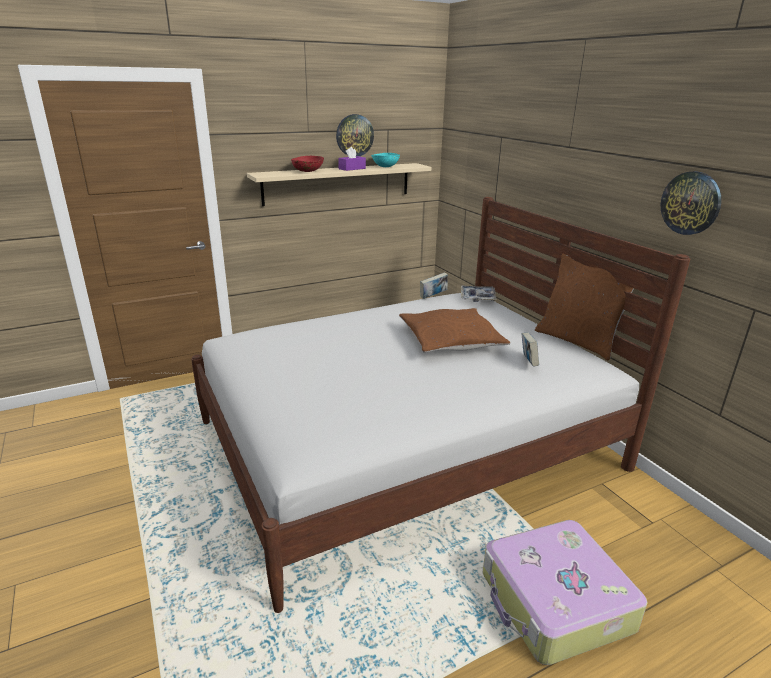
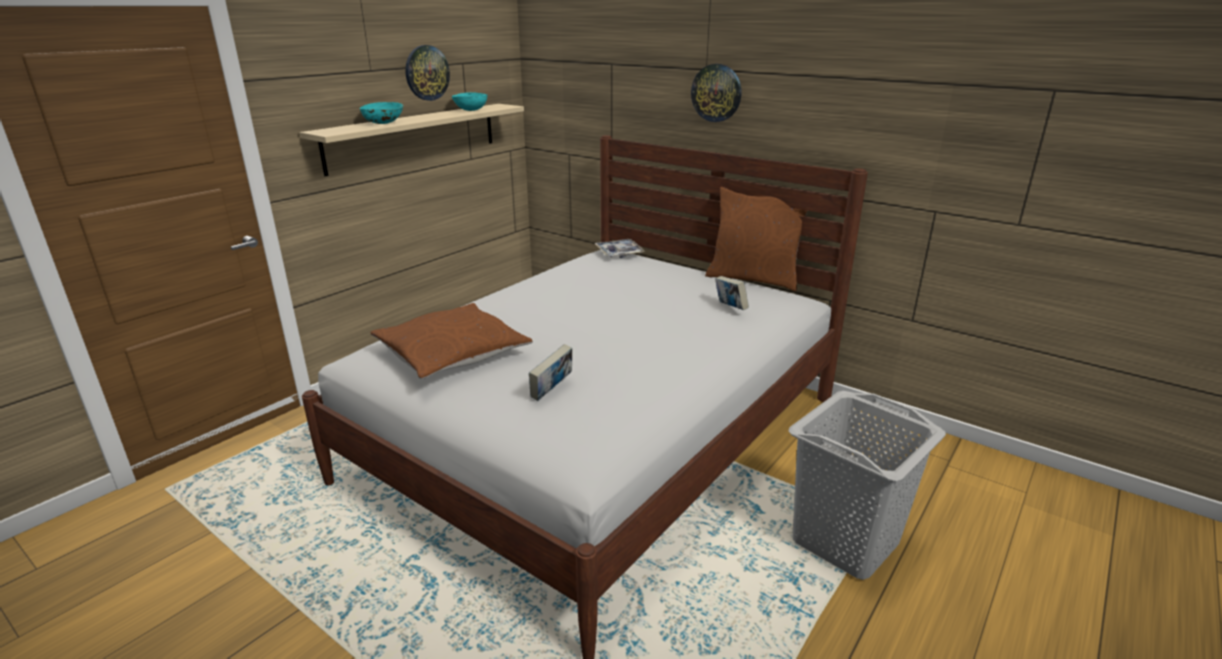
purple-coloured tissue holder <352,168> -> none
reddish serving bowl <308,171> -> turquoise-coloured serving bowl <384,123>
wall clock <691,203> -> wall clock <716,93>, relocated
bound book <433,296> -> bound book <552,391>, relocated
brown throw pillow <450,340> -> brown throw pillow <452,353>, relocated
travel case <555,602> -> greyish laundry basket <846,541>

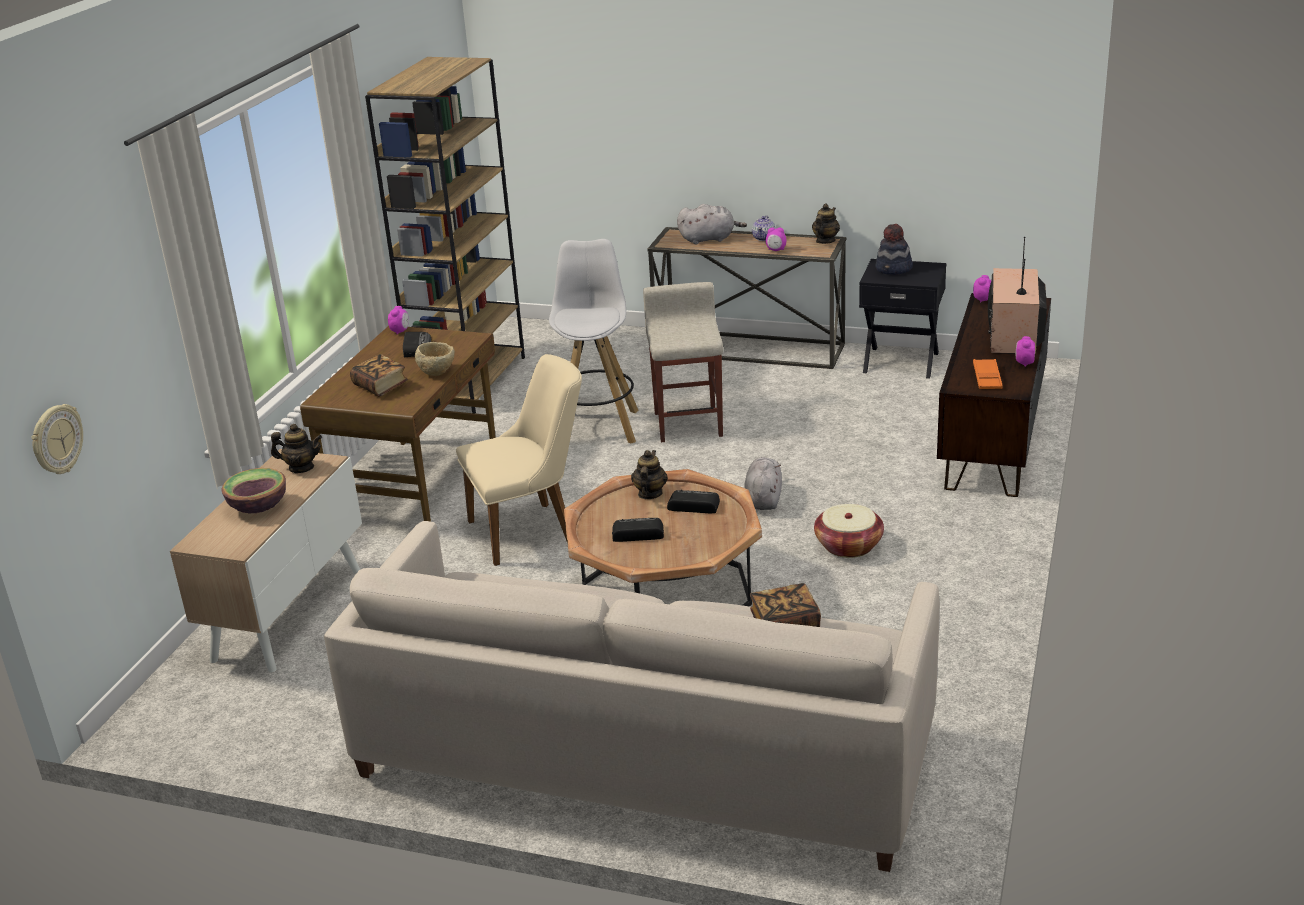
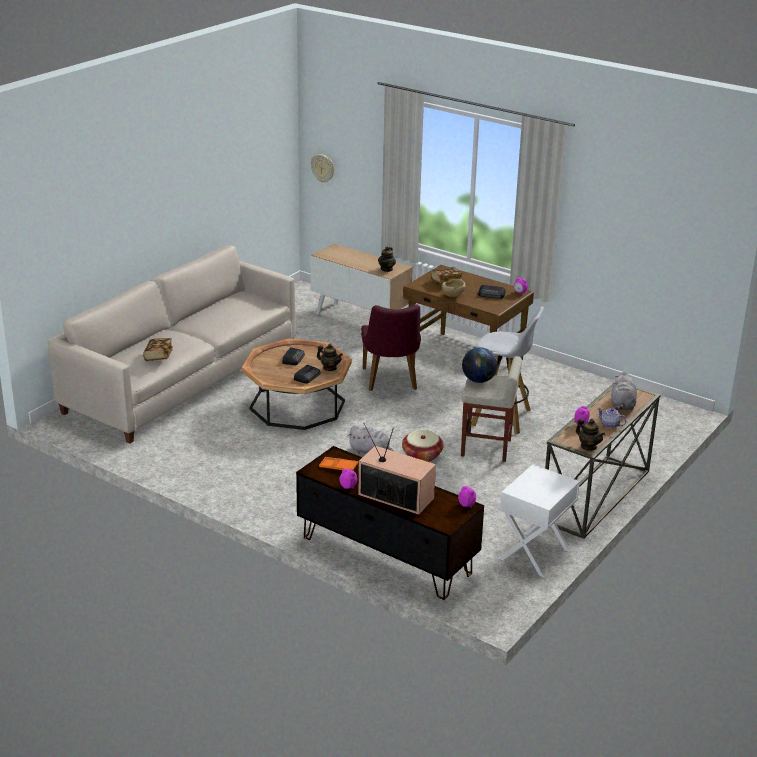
brown bookshelf <470,381> -> none
hat <894,269> -> none
black bedside table <901,362> -> whitish bedside table <535,554>
beige-coloured plain chair <531,530> -> purple-coloured plain chair <391,381>
serving bowl <258,507> -> none
storage basket <848,546> -> storage basket <422,455>, relocated
none -> world globe <478,380>

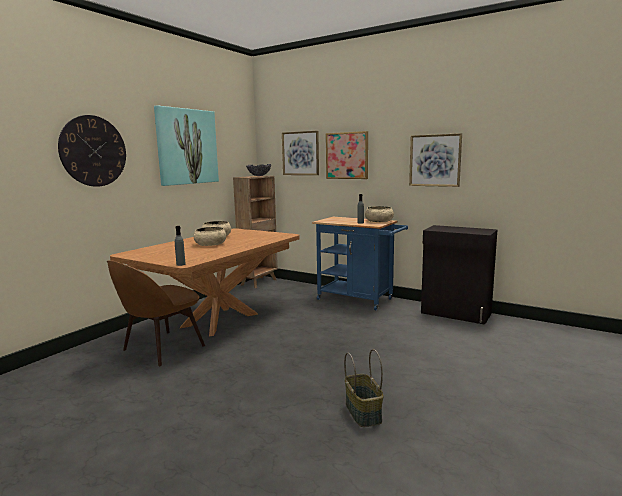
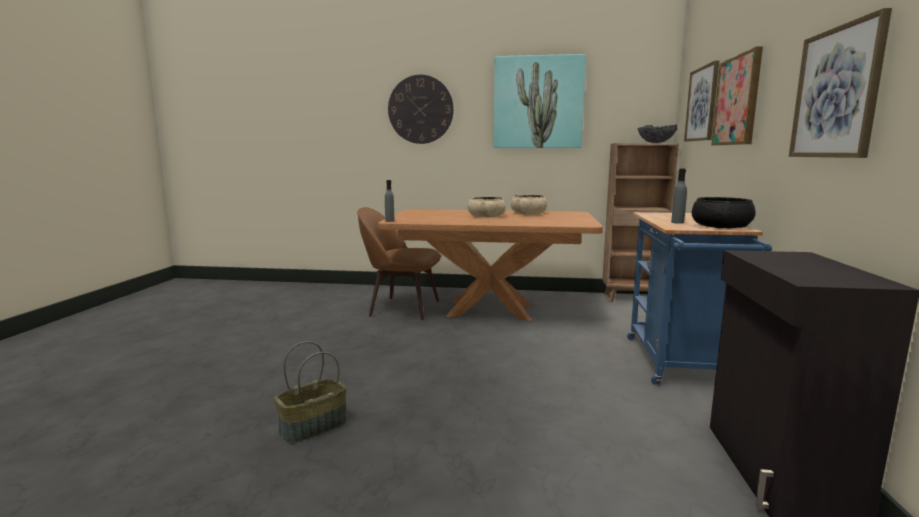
beige-coloured serving bowl <379,221> -> black serving bowl <721,226>

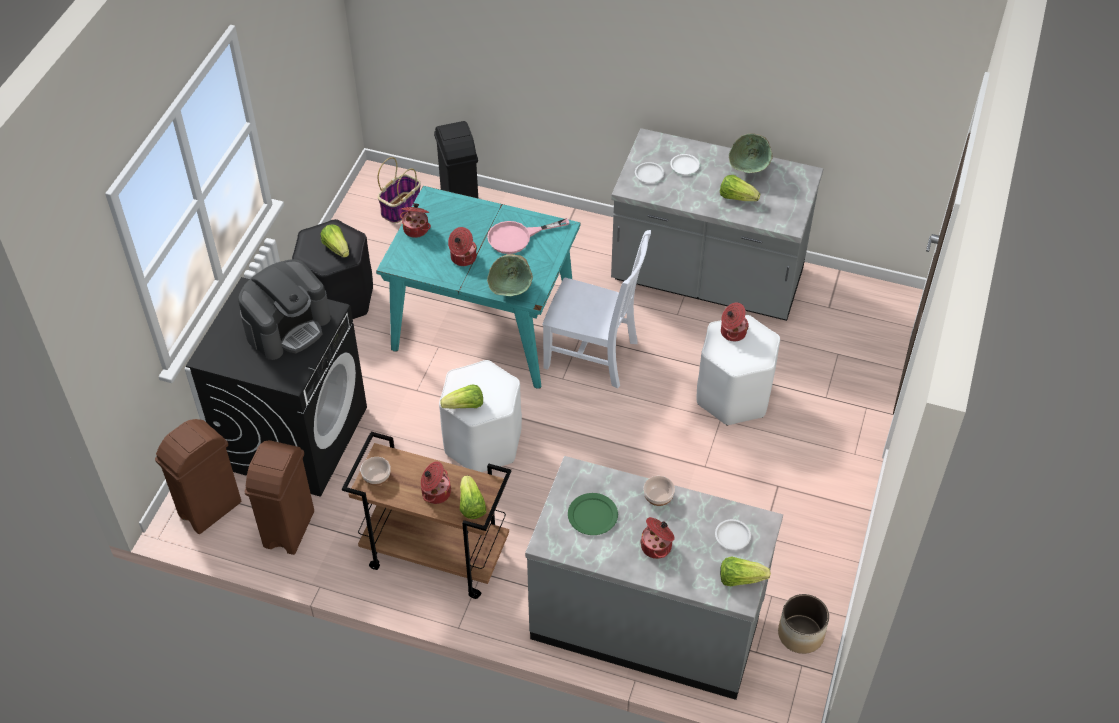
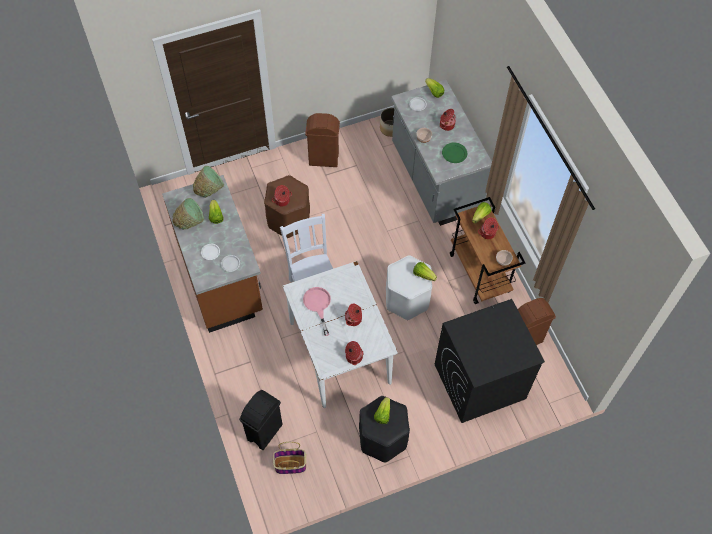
greyish kitchen base unit <707,279> -> brown kitchen base unit <221,276>
turquoise-coloured kitchen table <485,328> -> whitish kitchen table <339,351>
pinkish pan <517,237> -> pinkish pan <318,305>, 135 degrees counterclockwise
green-coloured serving bowl <512,291> -> green-coloured serving bowl <210,190>, relocated
coffee maker <288,326> -> none
whitish stool <733,395> -> brown stool <288,220>
brown waste bin <211,509> -> brown waste bin <323,159>, relocated

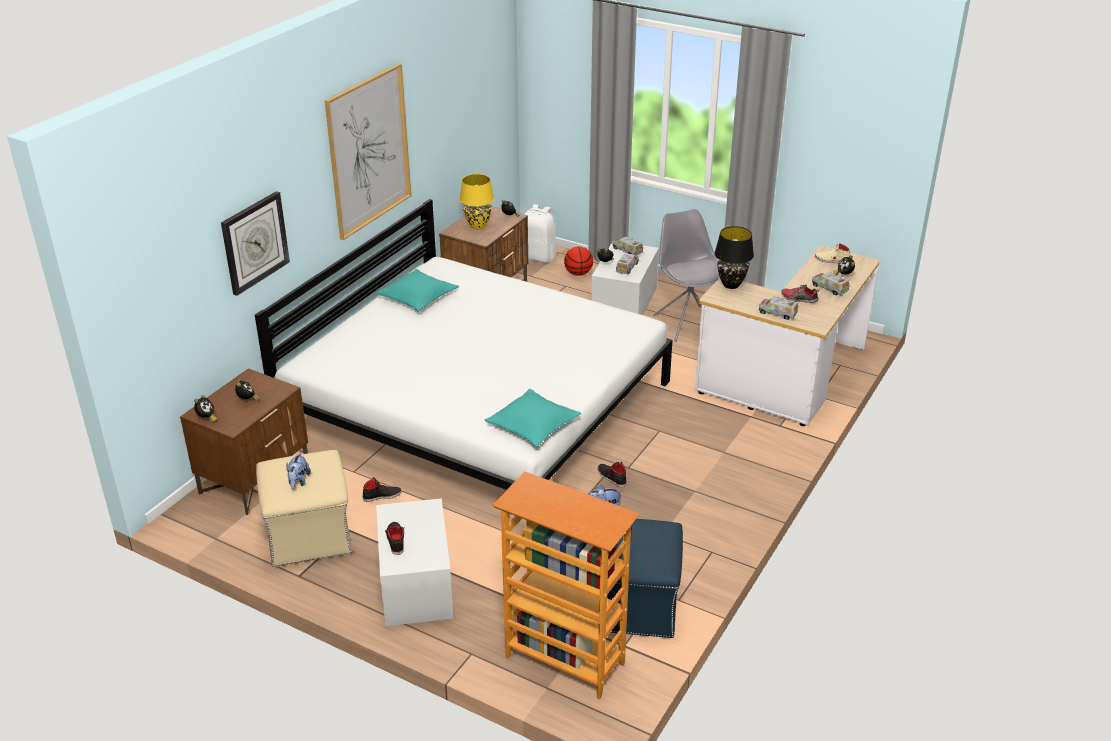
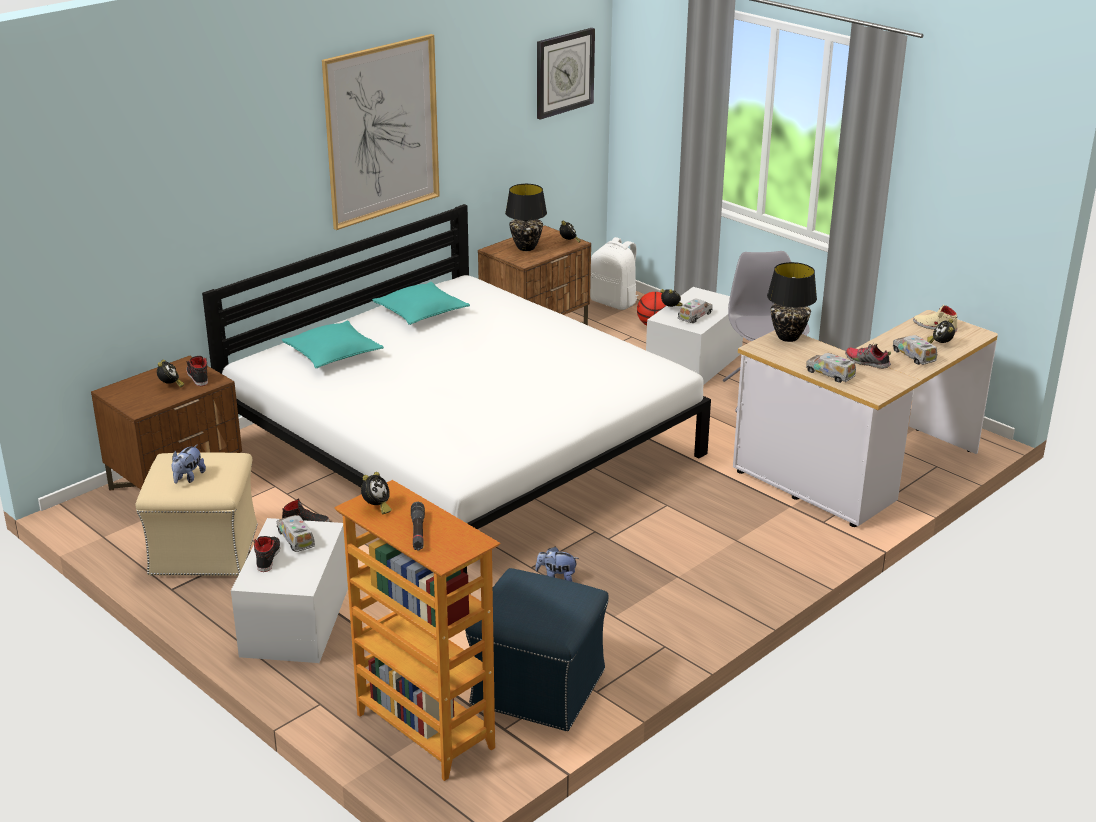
yellow lamp for a table <478,227> -> black lamp for a table <526,248>
wall clock <254,242> -> wall clock <564,72>, relocated
toy lorry <627,250> -> toy lorry <296,539>, relocated
turquoise-coloured throw pillow <533,425> -> turquoise-coloured throw pillow <333,354>, relocated
table clock <206,418> -> table clock <376,507>, relocated
black shoe <611,477> -> black shoe <197,376>, relocated
none -> black torch <418,532>

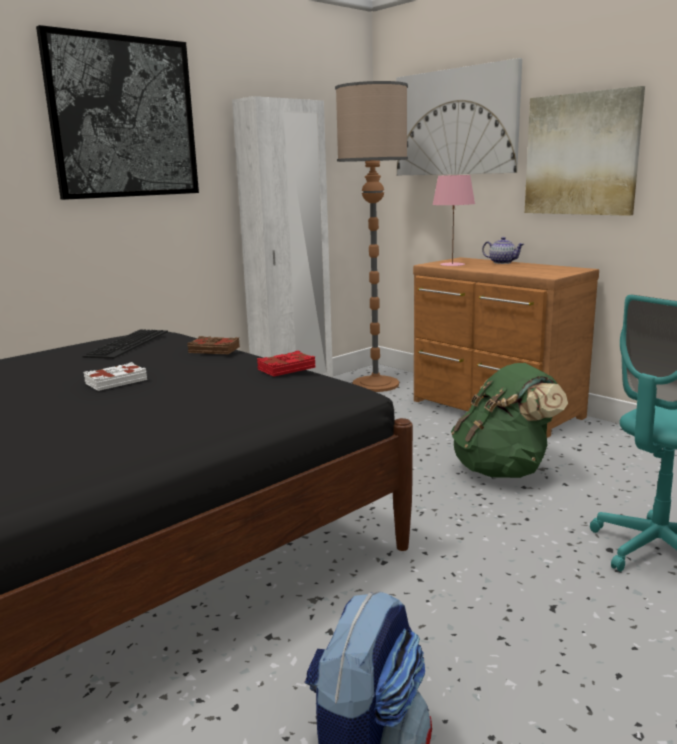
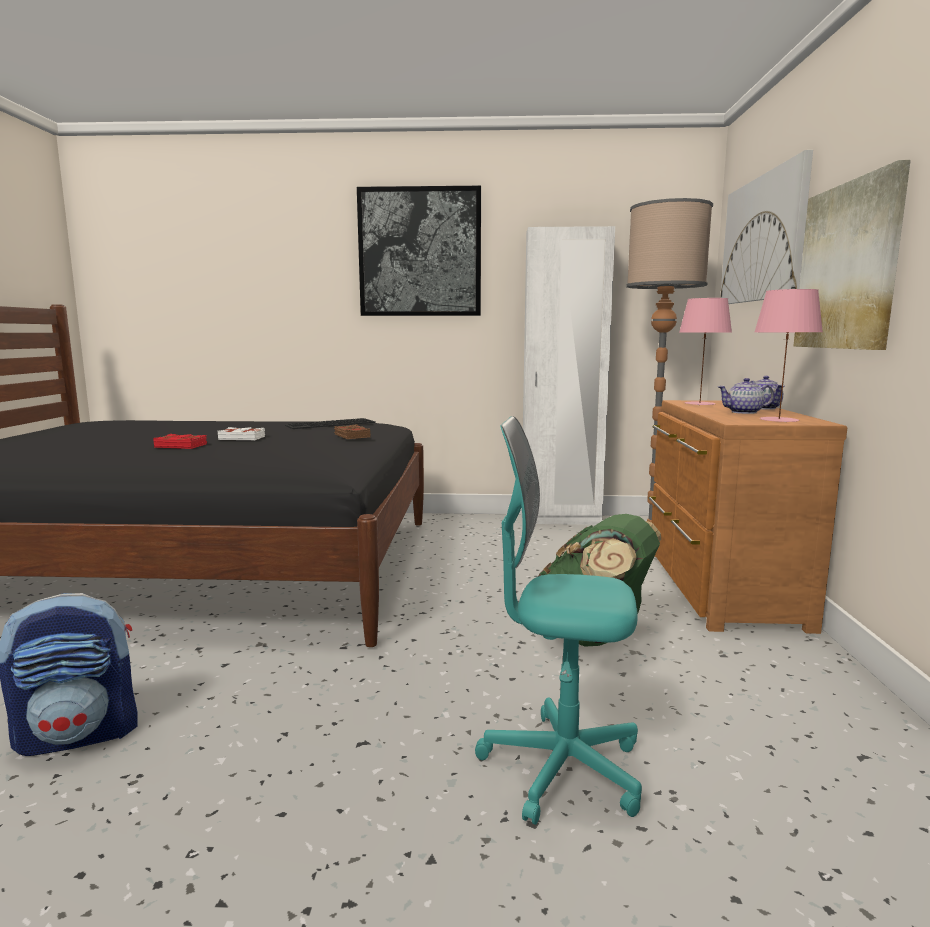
reddish bound book <286,368> -> reddish bound book <181,446>, relocated
none -> pinkish lamp for a table <778,419>
none -> teapot <744,412>

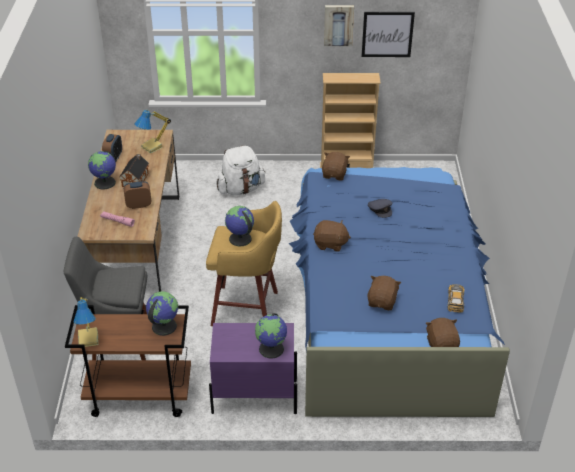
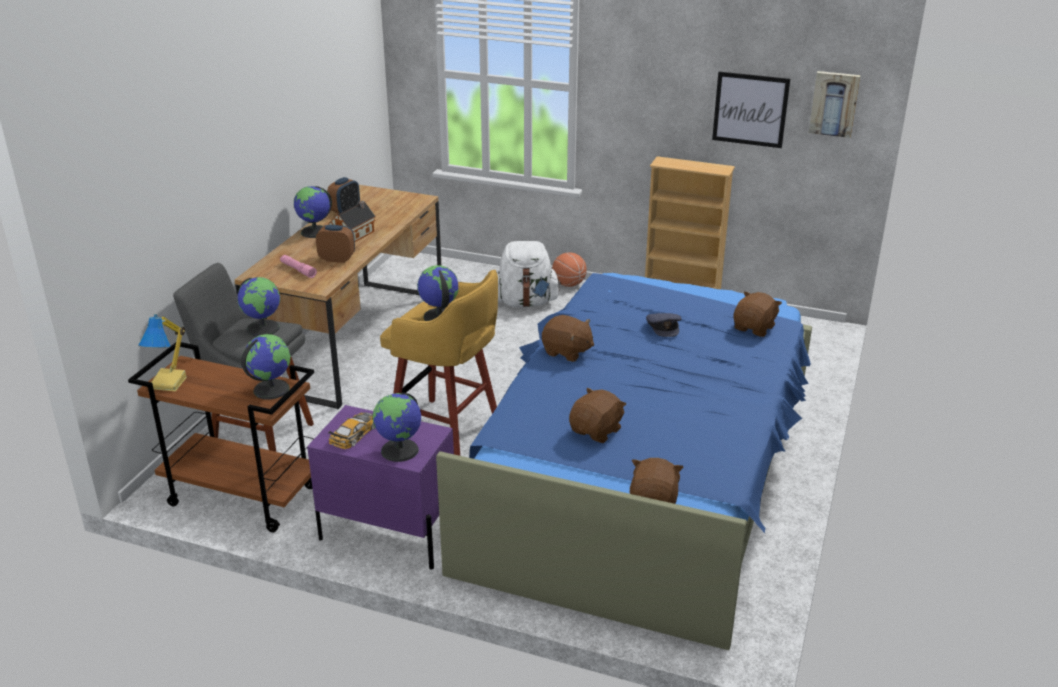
picture <338,25> -> picture <834,103>, relocated
lamp for a table <152,147> -> none
brown soft toy <335,174> -> brown soft toy <754,328>, relocated
toy car <455,300> -> toy car <354,434>, relocated
none -> ball for basketball <569,284>
none -> world globe <263,328>

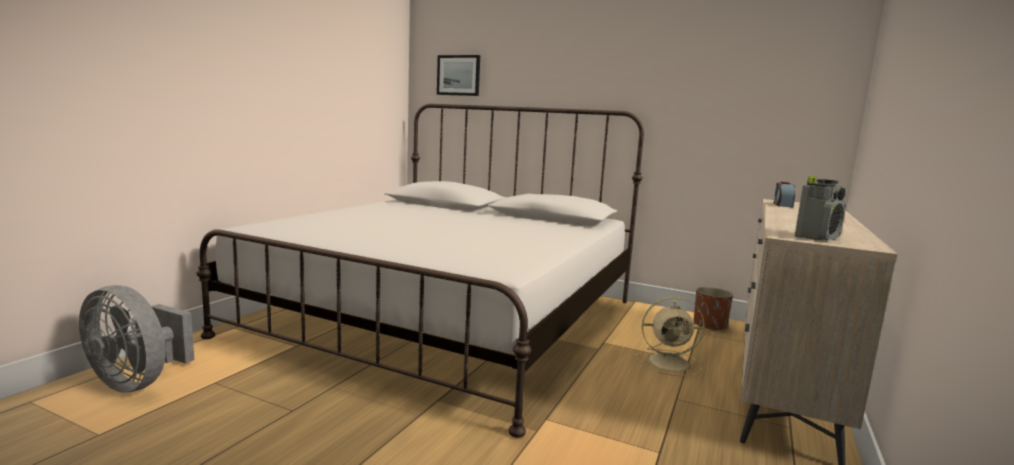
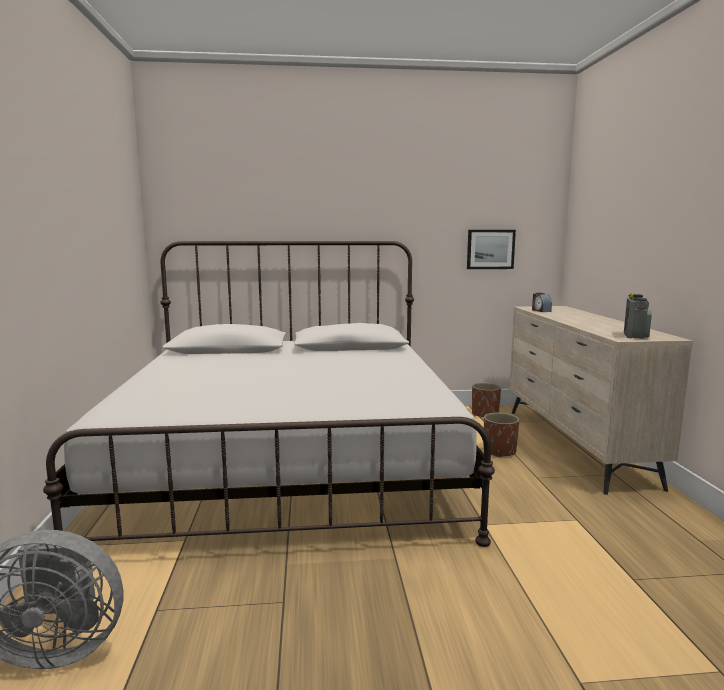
picture <458,75> -> picture <490,249>, relocated
beige-coloured cooling fan <670,363> -> brown planter <499,451>

